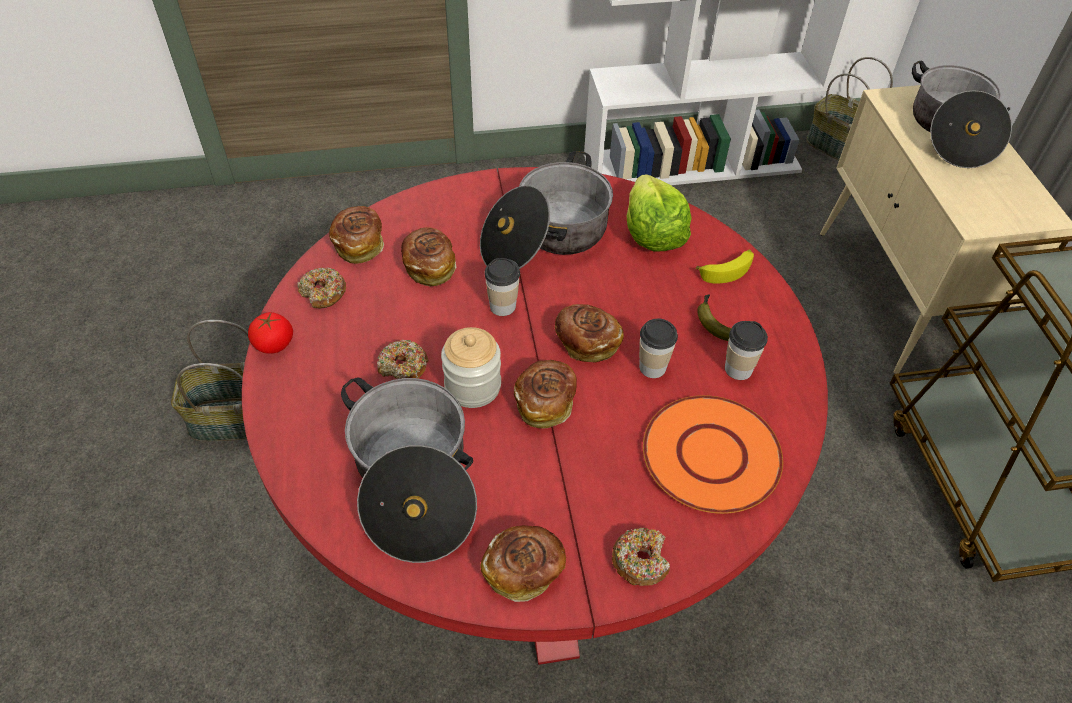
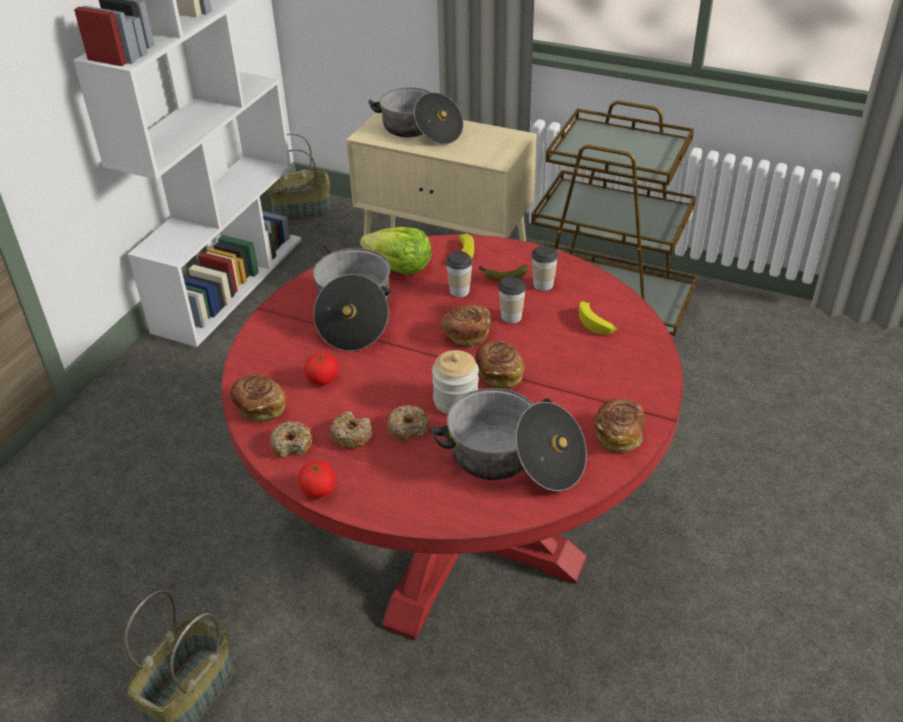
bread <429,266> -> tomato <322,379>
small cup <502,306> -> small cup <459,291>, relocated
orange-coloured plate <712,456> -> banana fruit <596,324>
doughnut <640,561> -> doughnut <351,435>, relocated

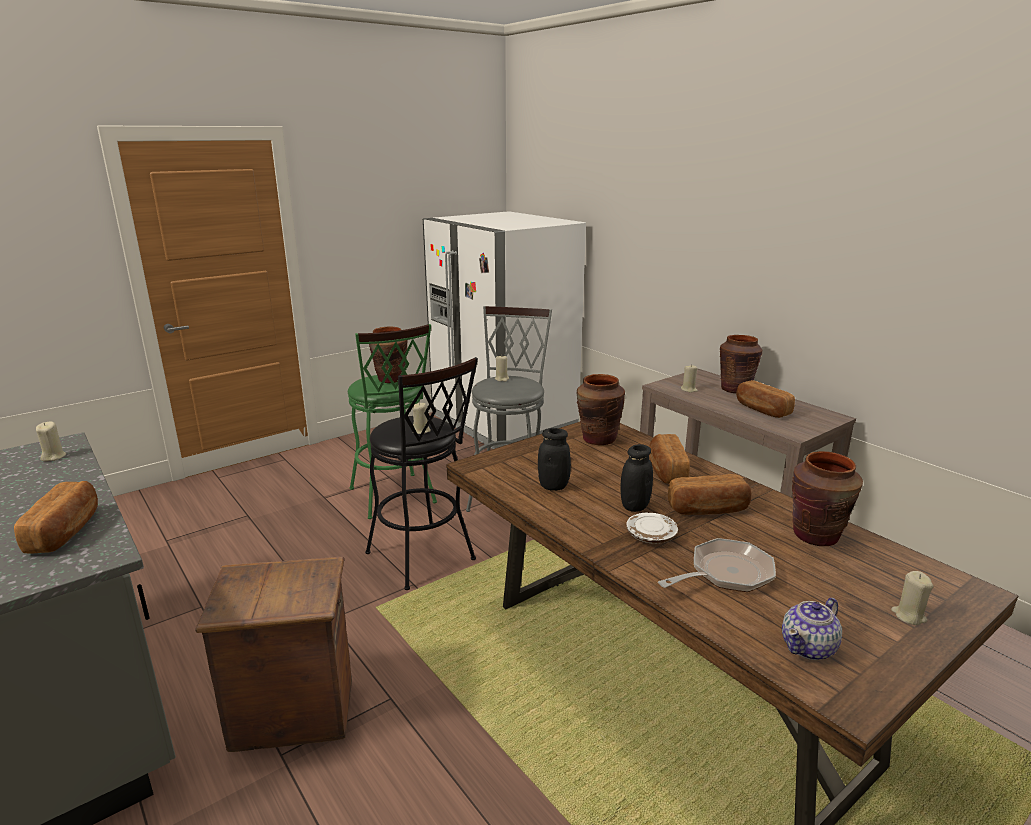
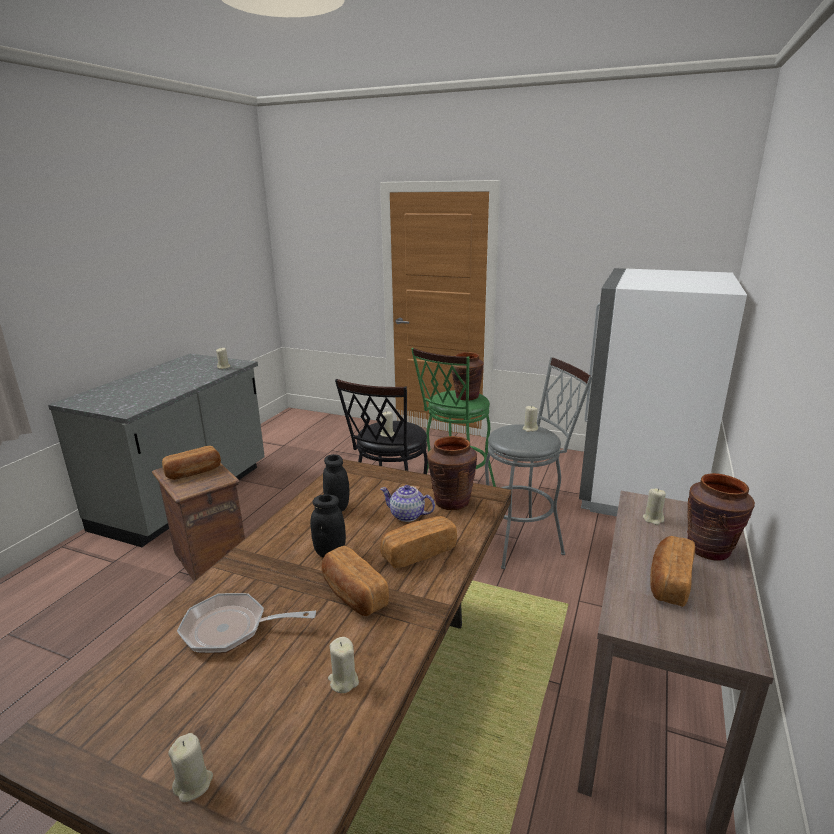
brown flower vase <816,535> -> beige-coloured candle <343,681>
bread <66,531> -> bread <193,472>, relocated
whitish plate <651,536> -> none
pan <725,574> -> pan <231,629>, 150 degrees clockwise
teapot <809,647> -> teapot <407,515>, relocated

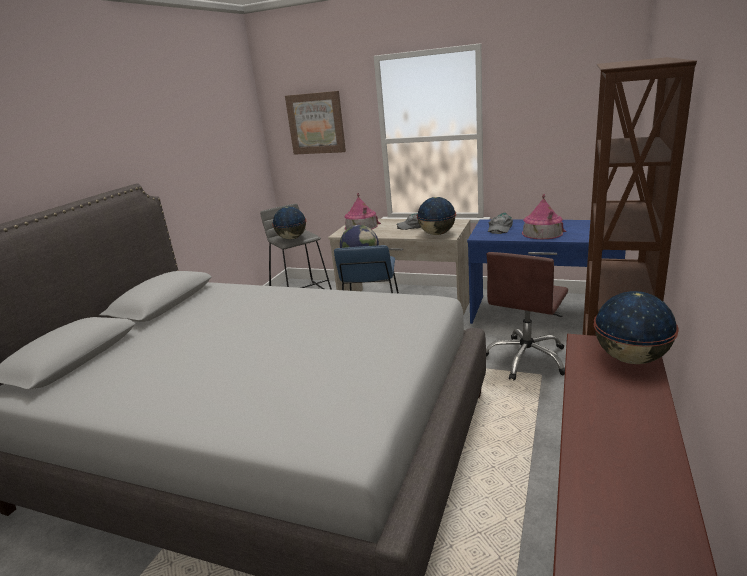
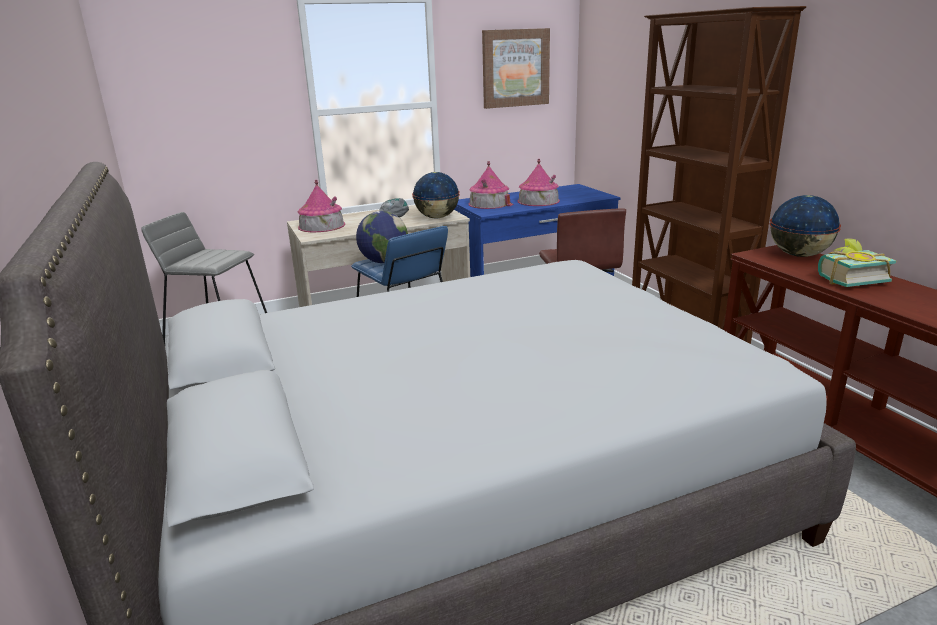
picture <316,123> -> picture <515,68>, relocated
world globe <292,238> -> none
greyish cap <499,228> -> model house <489,203>
none -> bound book <847,279>

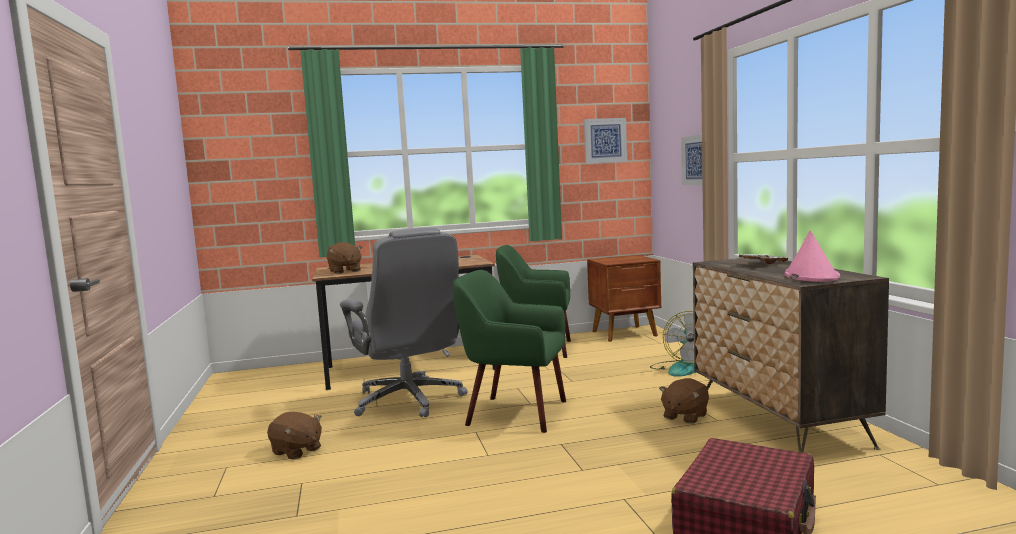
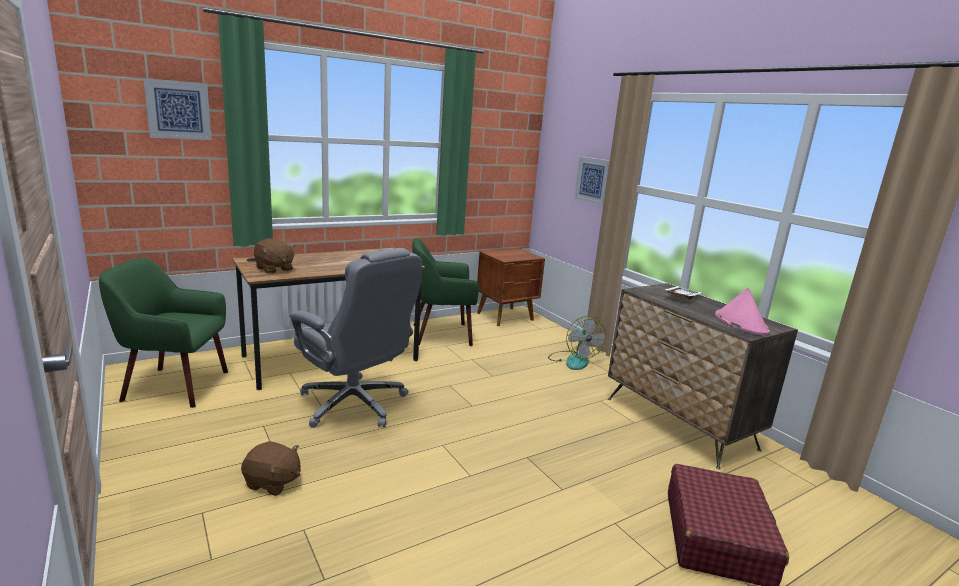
picture <605,140> -> picture <178,110>, relocated
green-coloured easy chair <515,413> -> green-coloured easy chair <175,386>, relocated
brown soft toy <684,416> -> none

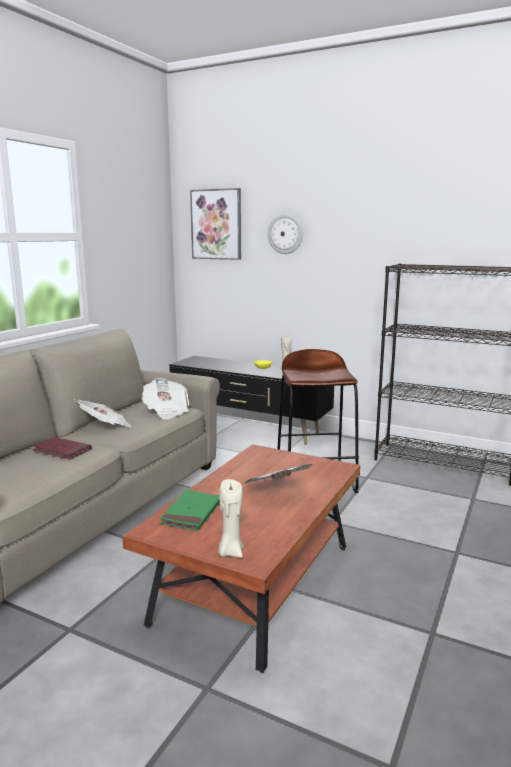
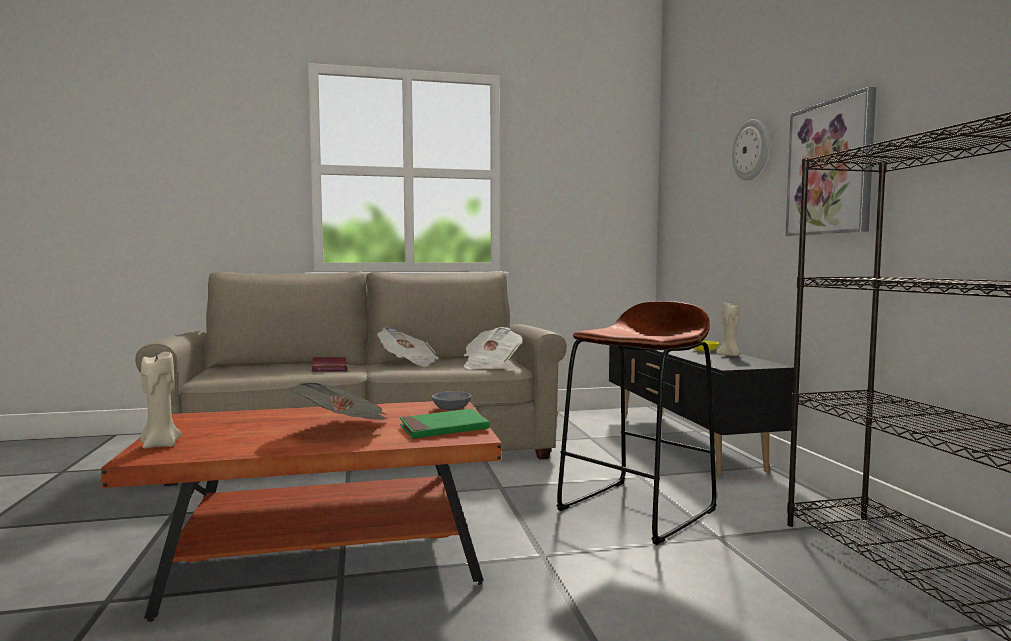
picture <216,224> -> picture <830,168>, relocated
green-coloured bound book <192,513> -> green-coloured bound book <444,428>, relocated
none -> greyish serving bowl <450,408>

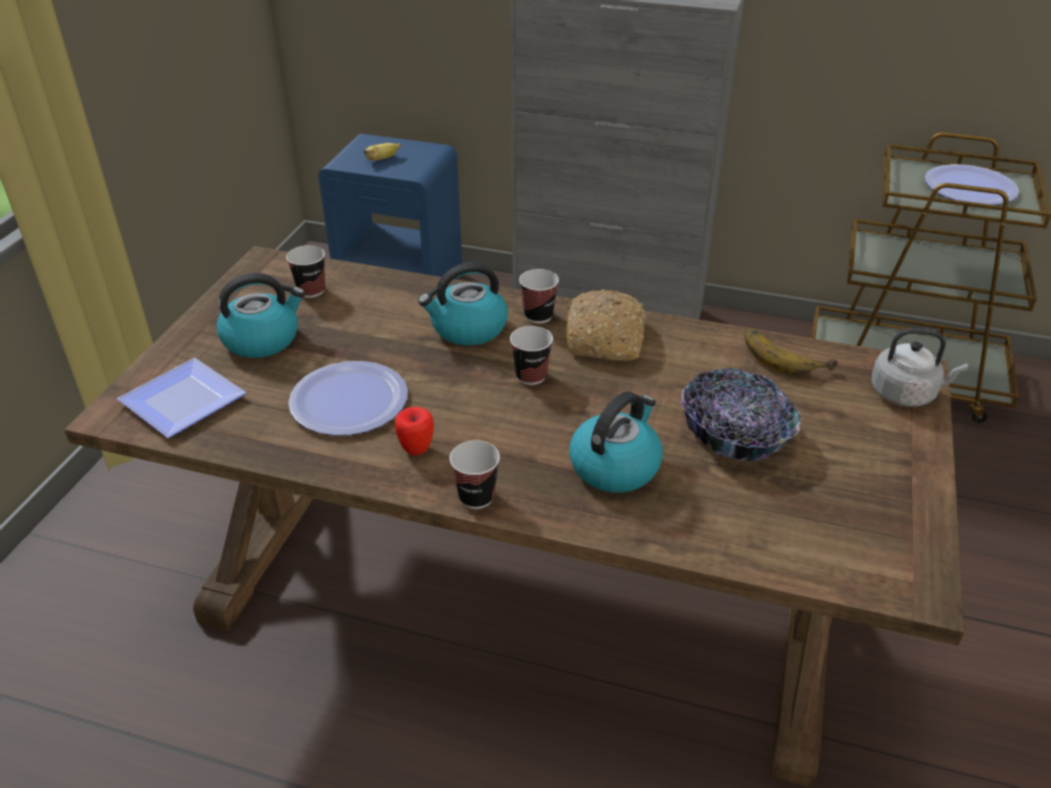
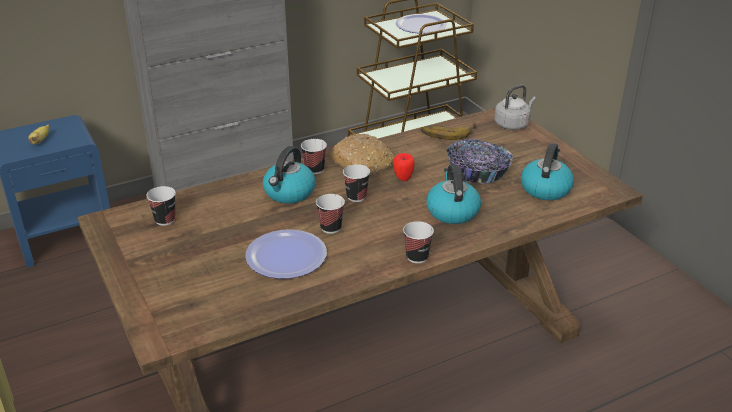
tea kettle <262,339> -> tea kettle <545,188>, relocated
plate <178,401> -> none
apple <416,449> -> apple <403,178>, relocated
none -> small cup <331,228>

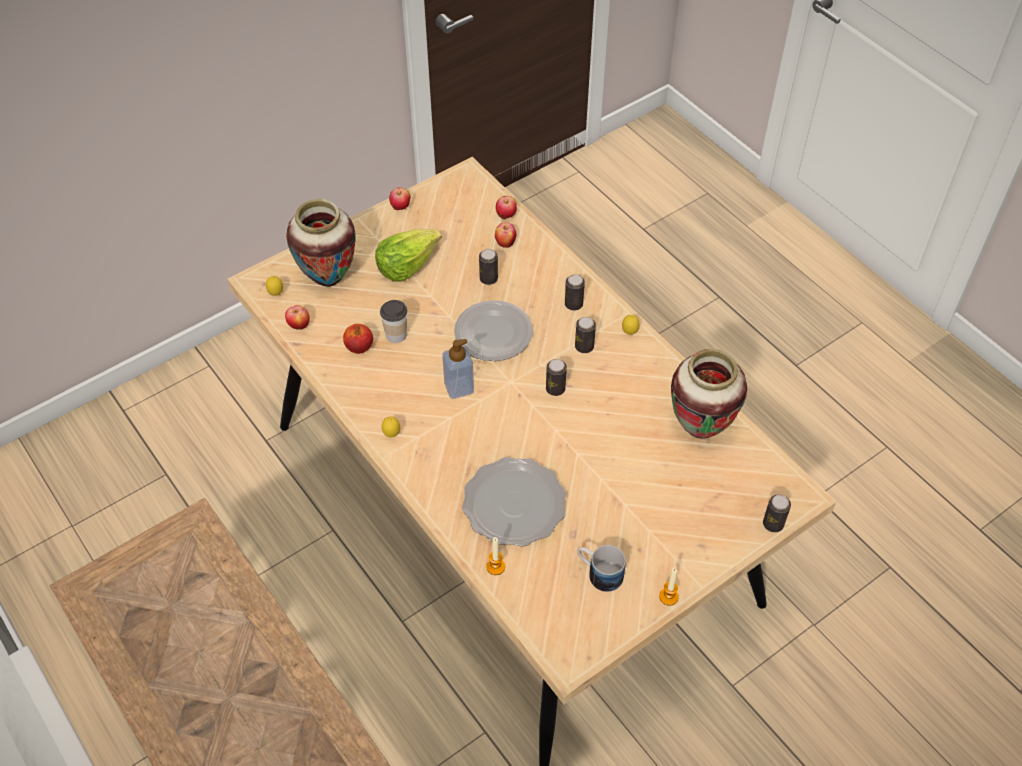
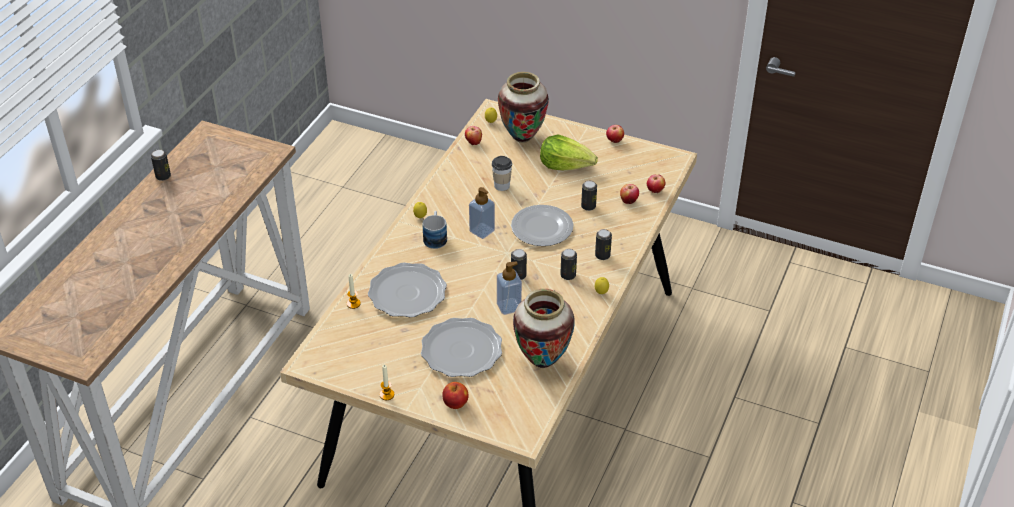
apple <359,347> -> apple <455,403>, relocated
sealed can <773,524> -> sealed can <163,176>, relocated
mug <598,573> -> mug <435,237>, relocated
none -> soap dispenser <509,306>
none -> plate <462,350>

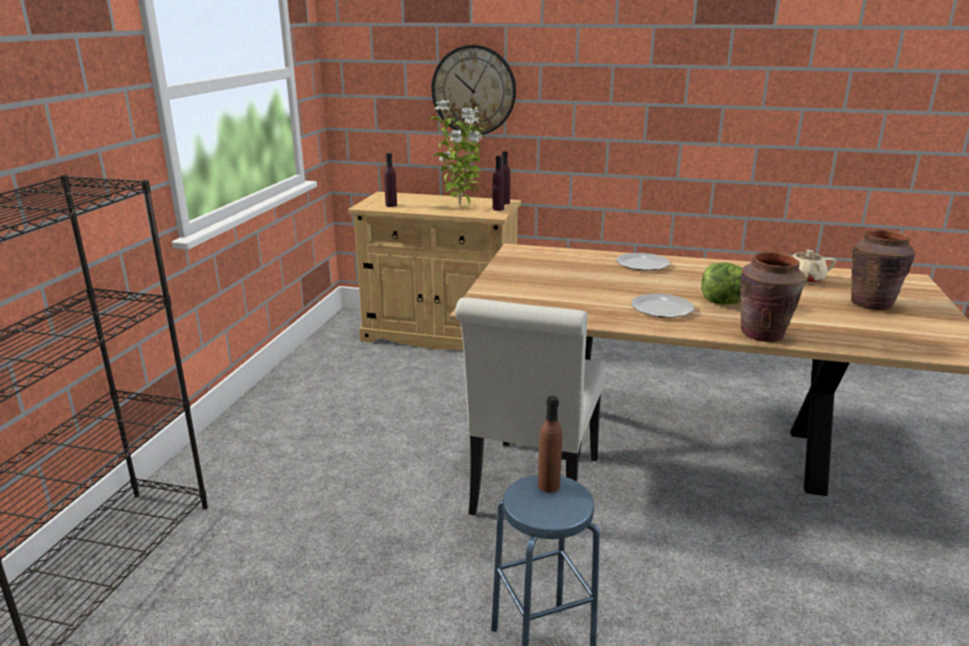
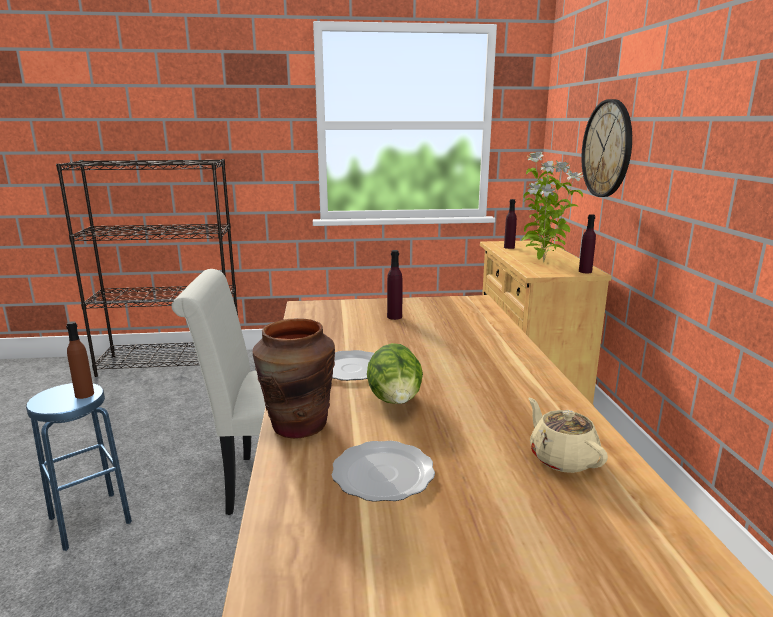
purple-coloured beverage bottle <498,209> -> purple-coloured beverage bottle <394,317>, relocated
brown flower vase <871,304> -> none
plate <642,264> -> plate <381,474>, relocated

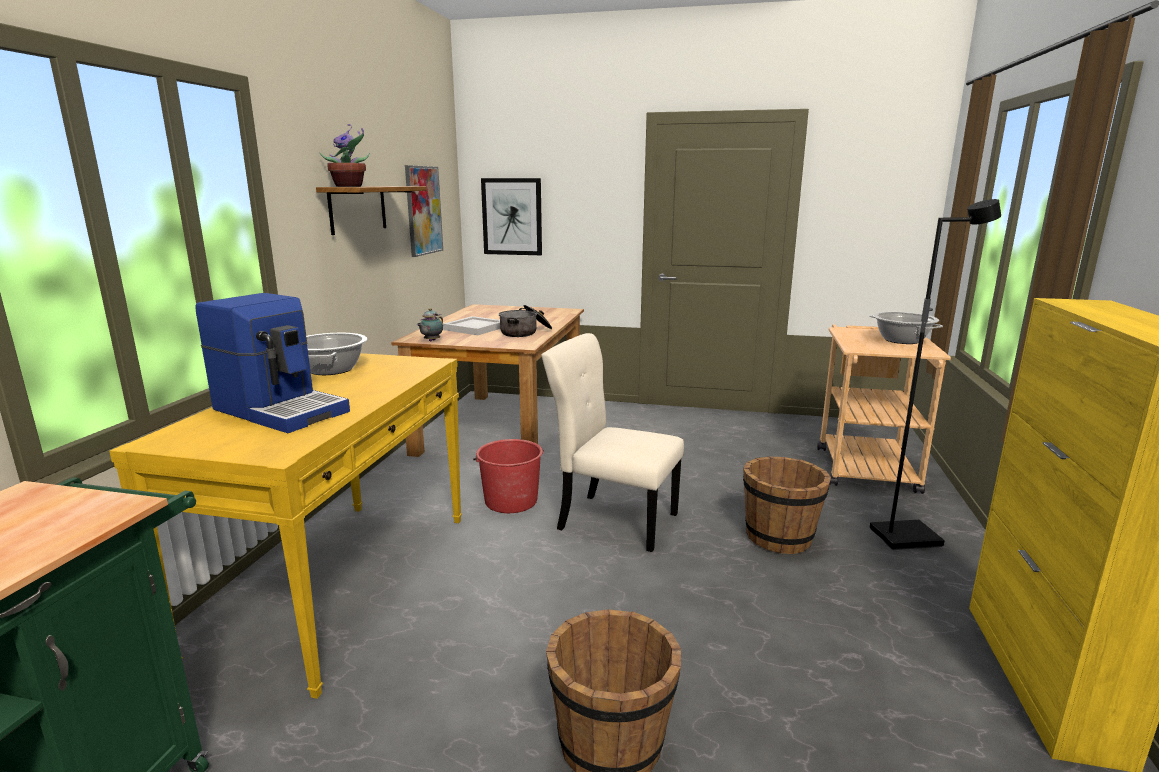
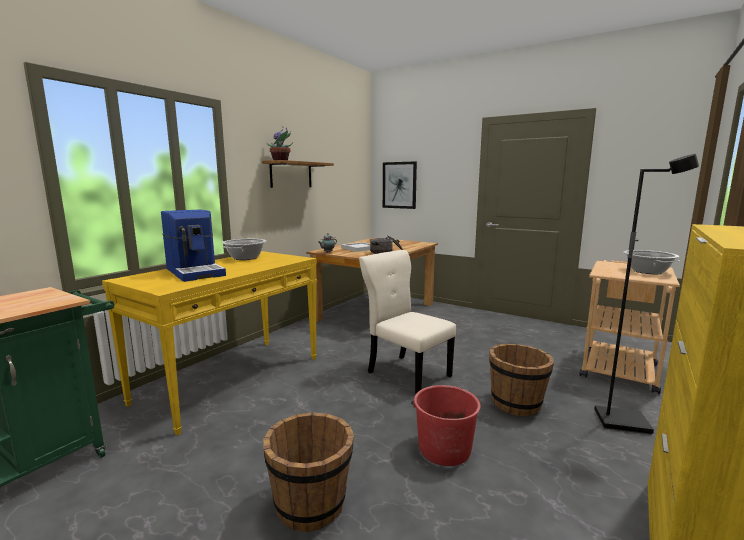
picture <423,210> -> none
reddish bucket <510,501> -> reddish bucket <444,448>, relocated

